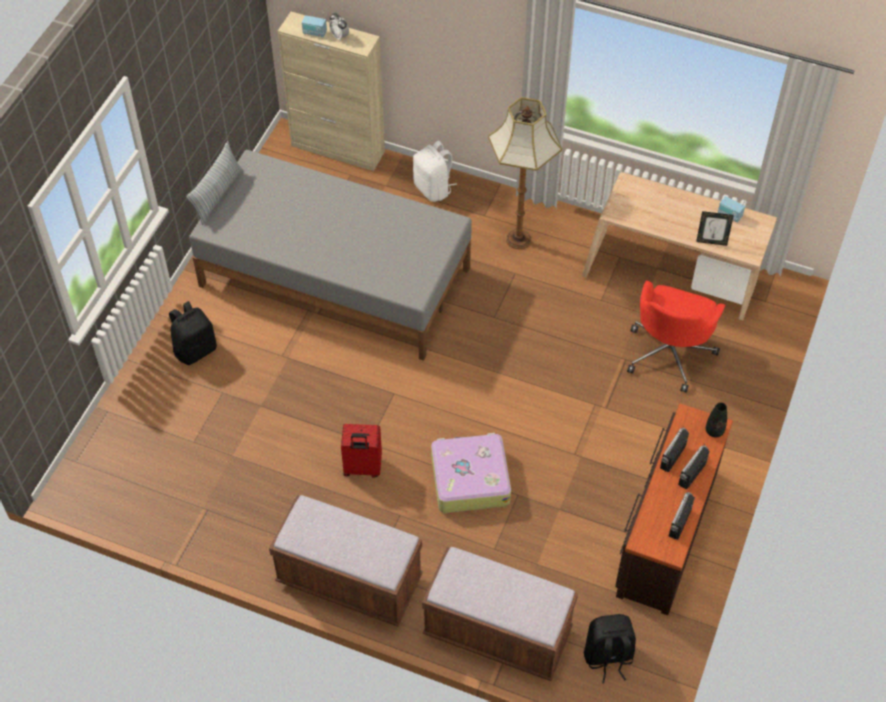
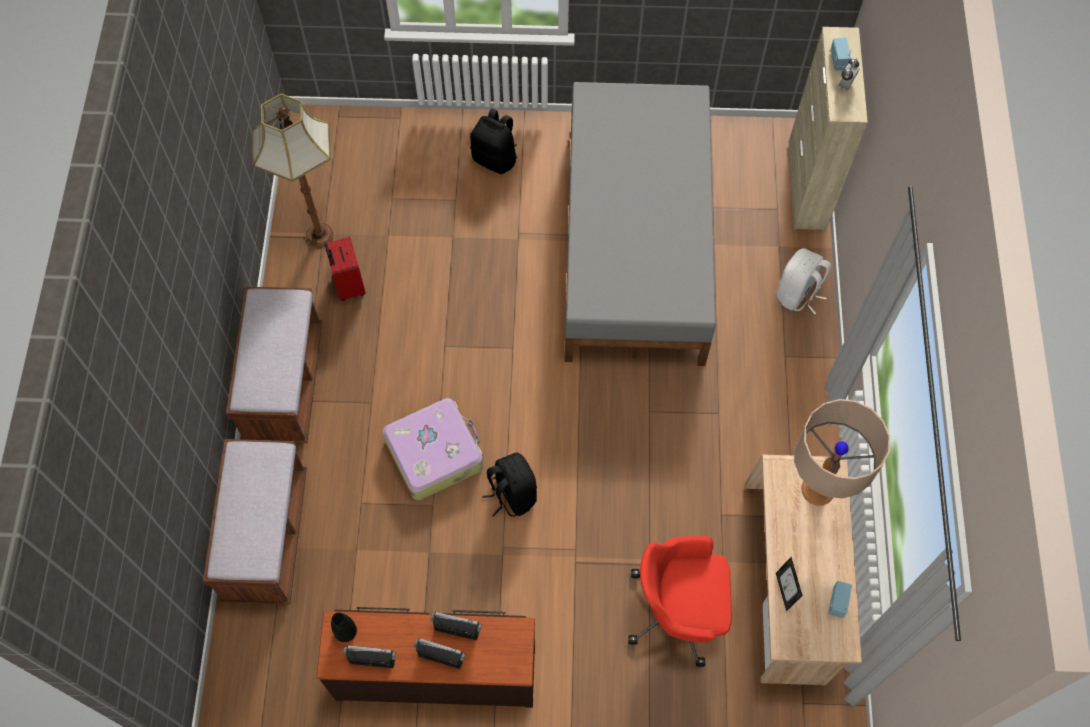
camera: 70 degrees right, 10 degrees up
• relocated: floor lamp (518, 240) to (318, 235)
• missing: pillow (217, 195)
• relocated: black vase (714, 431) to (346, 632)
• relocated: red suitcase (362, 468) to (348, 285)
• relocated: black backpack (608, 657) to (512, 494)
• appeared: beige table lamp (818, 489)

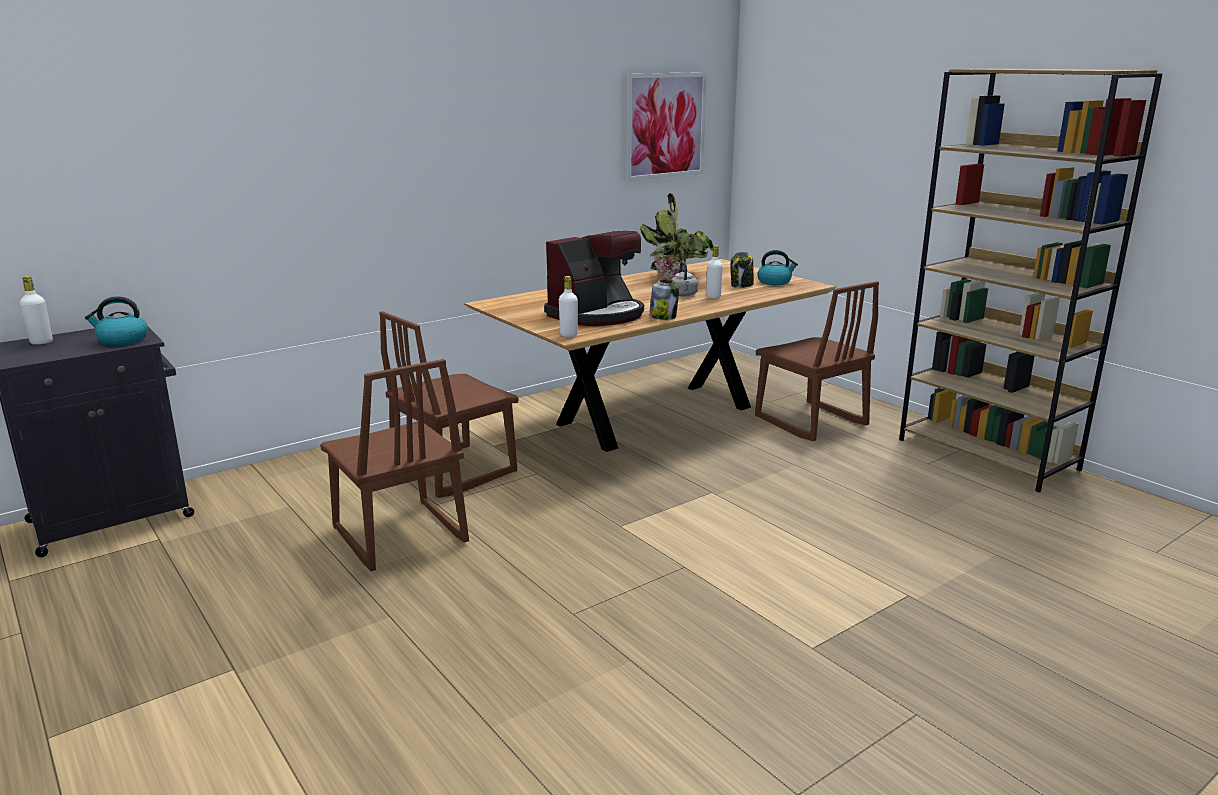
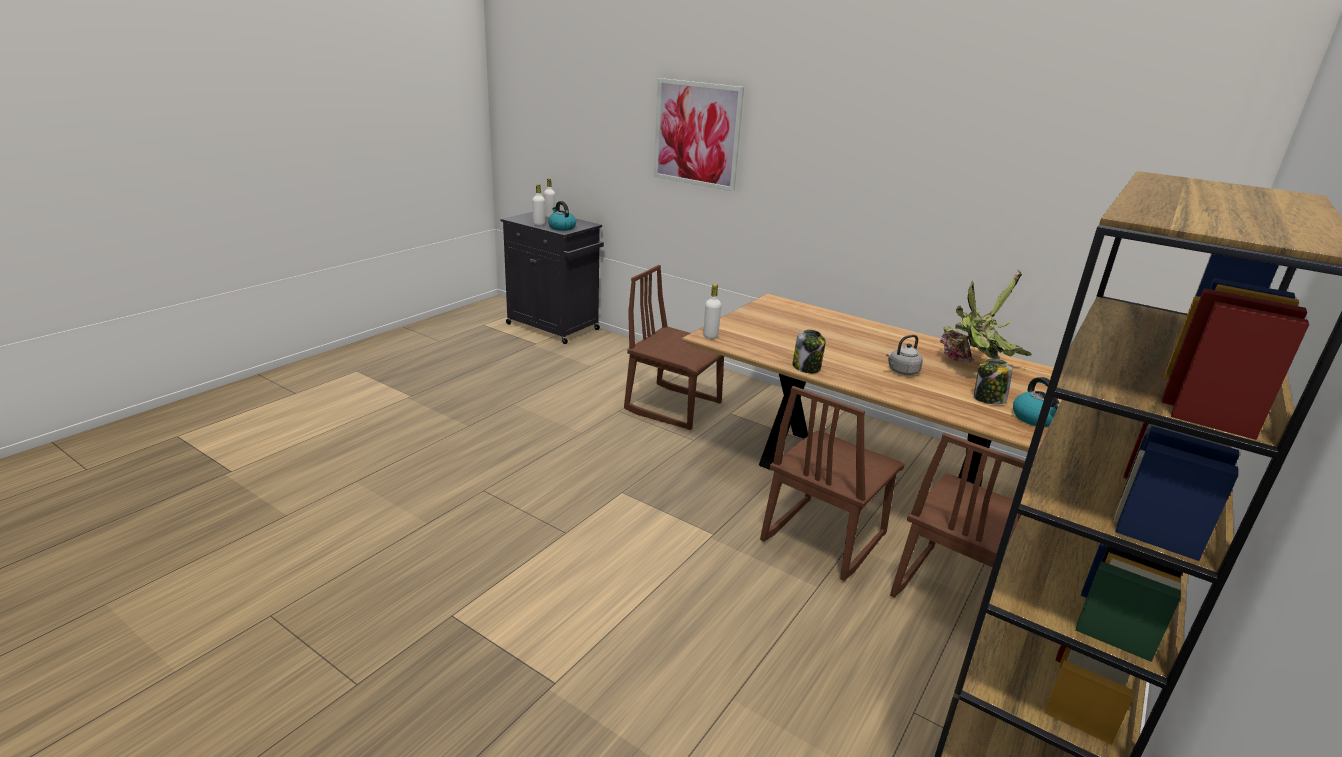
camera: 70 degrees right, 5 degrees up
• relocated: picture (665, 126) to (696, 134)
• missing: coffee machine (597, 315)
• relocated: white bottle (713, 297) to (539, 224)
• relocated: brown chair (398, 536) to (822, 537)

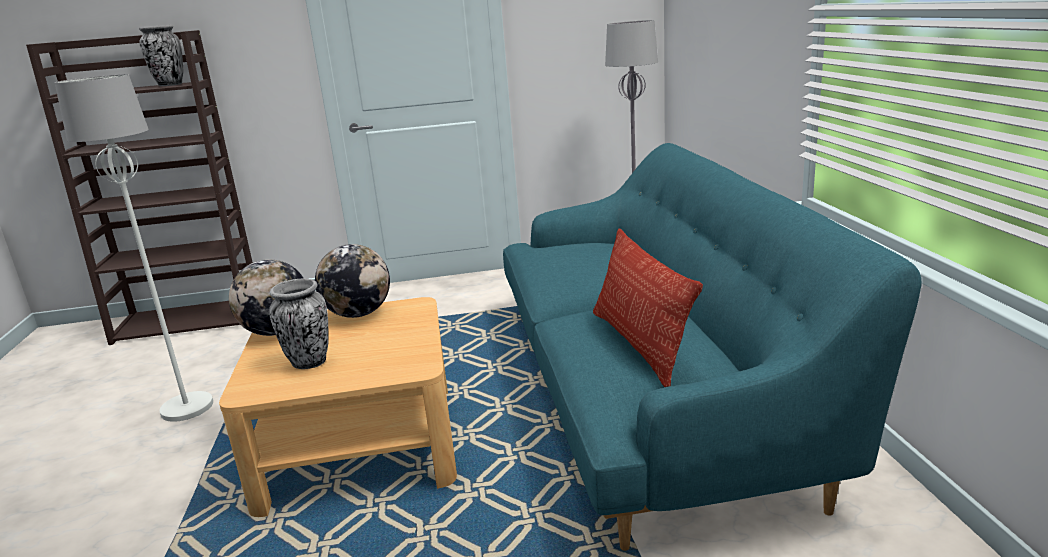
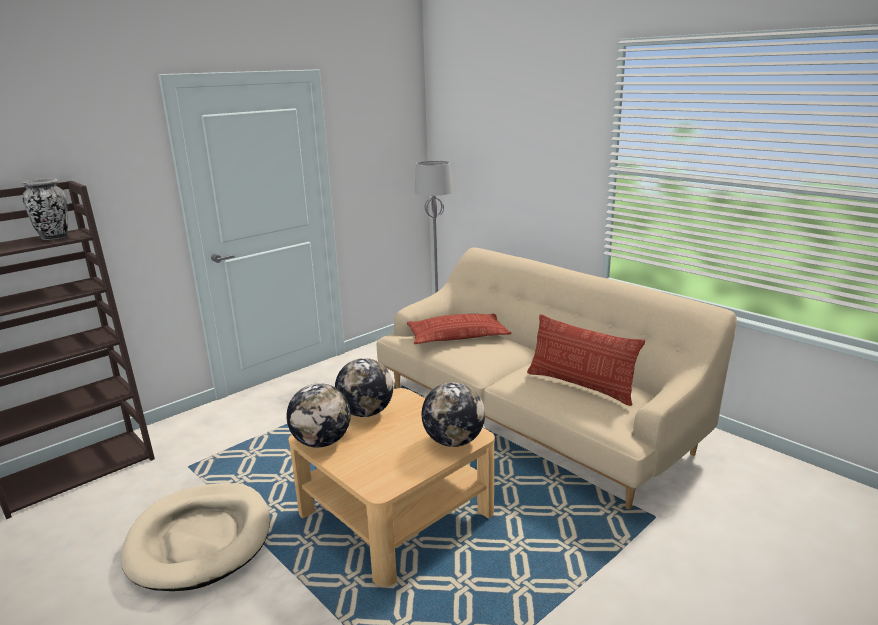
camera: 35 degrees left, 0 degrees up
• exchanged: white floor lamp (187, 407) to beige dog bed (200, 539)
• colour: turquoise sofa (647, 386) to beige sofa (533, 415)
• missing: vase (309, 362)
• appeared: pillow (457, 336)
• appeared: globe (453, 441)

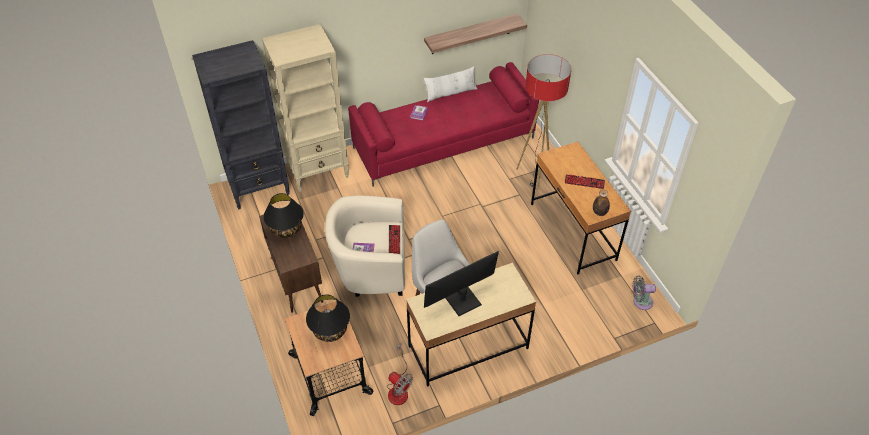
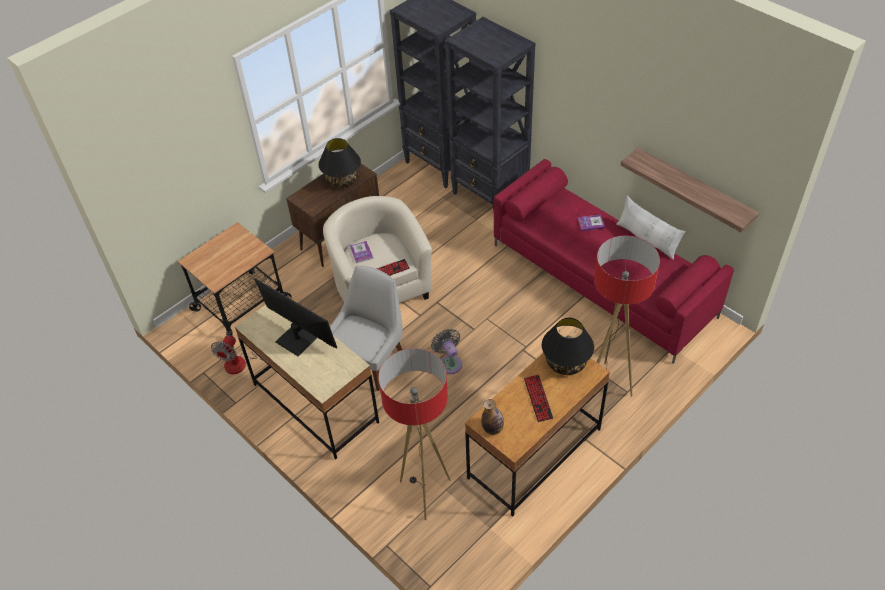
camera: 70 degrees right, 0 degrees up
• colour: beige bookcase (318, 171) to black bookcase (490, 196)
• relocated: grey fan (640, 302) to (449, 362)
• relocated: black table lamp (330, 330) to (566, 362)
• appeared: floor lamp (425, 493)

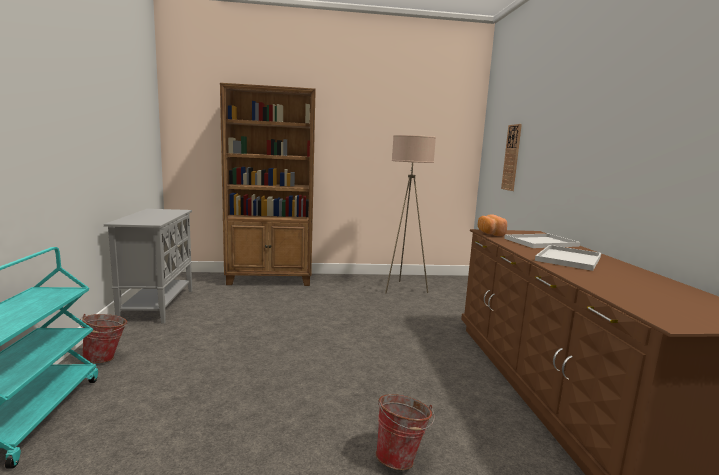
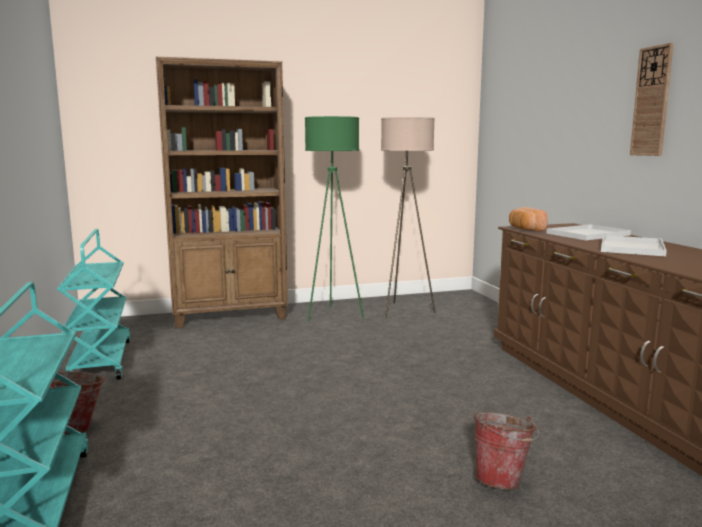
camera: 10 degrees left, 0 degrees up
• relocated: wall clock (511, 157) to (652, 101)
• exchanged: grey cabinet (158, 305) to turquoise cart (100, 361)
• appeared: green floor lamp (333, 315)

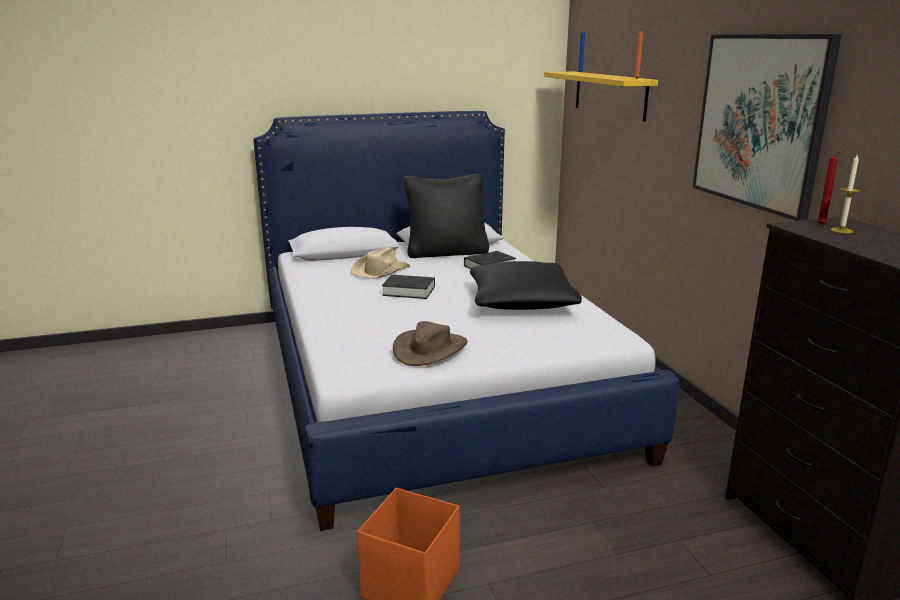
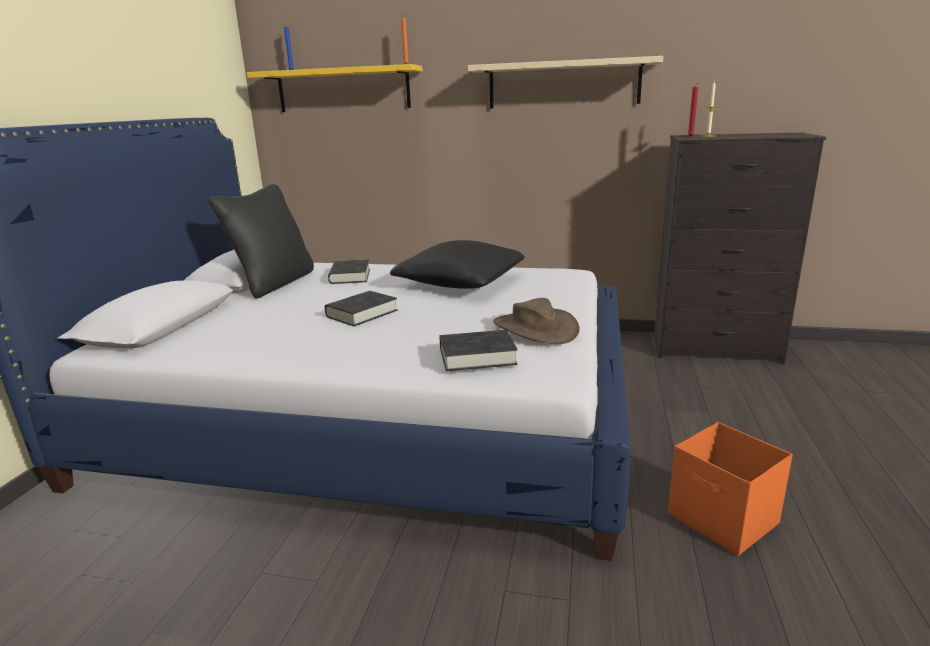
camera: 60 degrees left, 0 degrees up
• exchanged: picture (760, 121) to beige shelf (563, 84)
• missing: beige hat (380, 270)
• appeared: black book (477, 356)

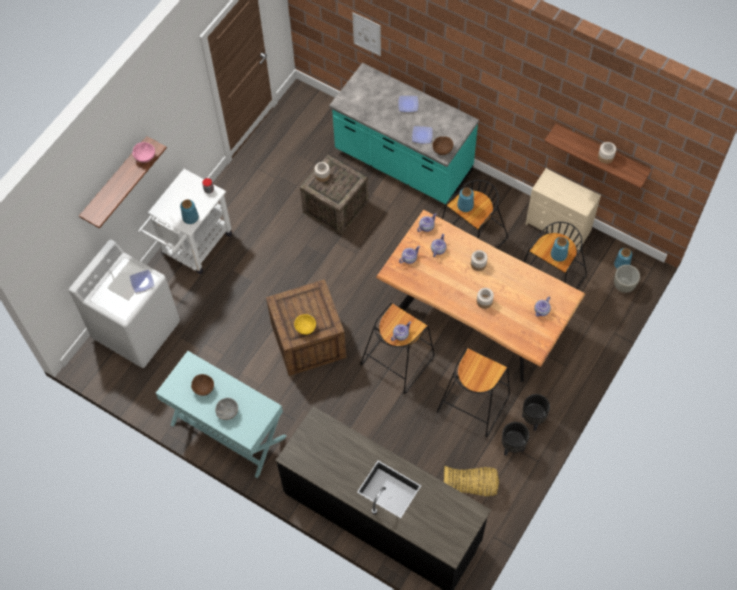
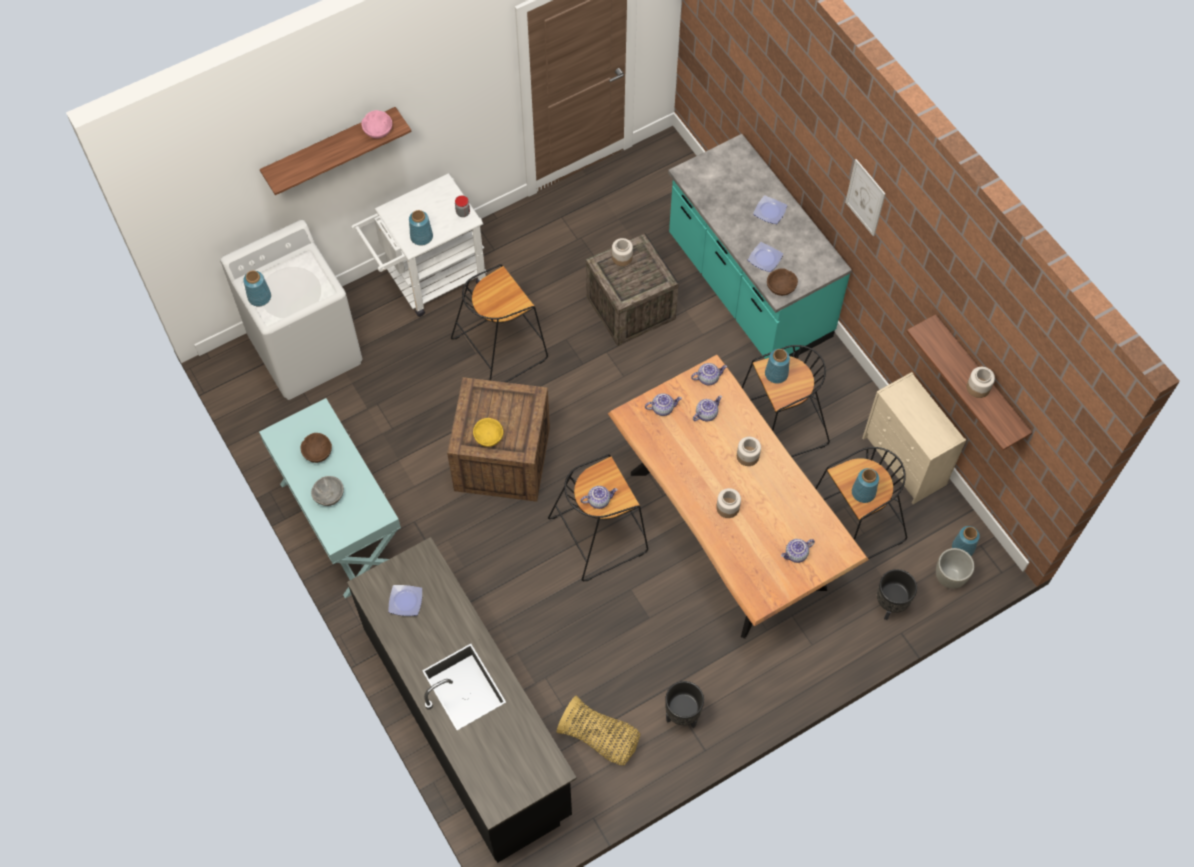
camera: 25 degrees right, 0 degrees up
• relocated: picture (367, 34) to (865, 197)
• relocated: plate (142, 282) to (406, 602)
• relocated: black stool (473, 403) to (500, 348)
• relocated: black planter (532, 420) to (889, 606)
• appeared: blue vase (260, 297)

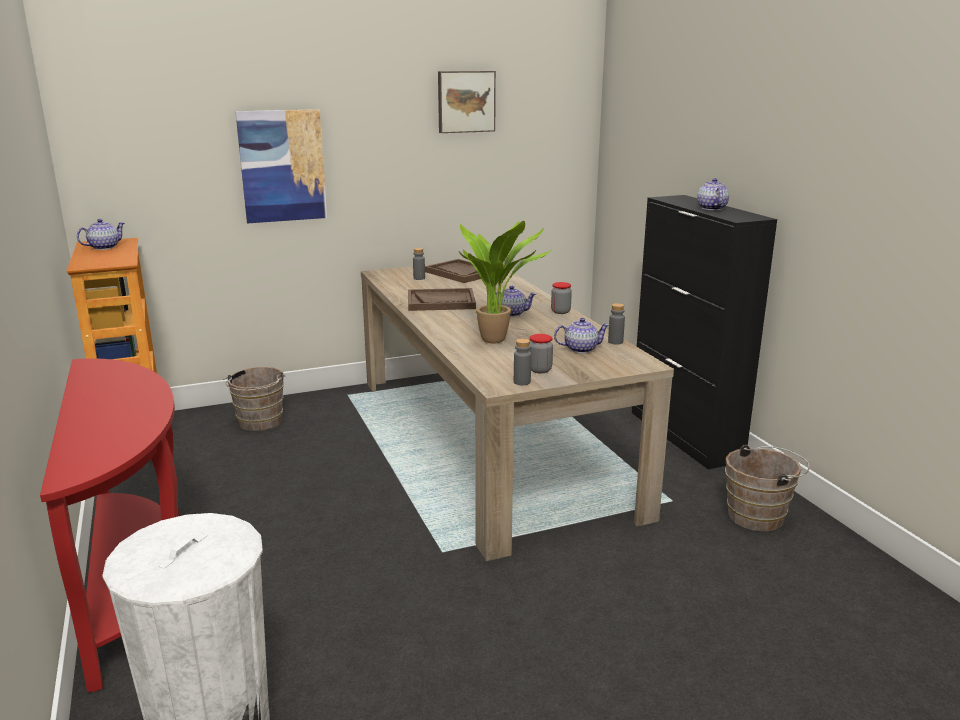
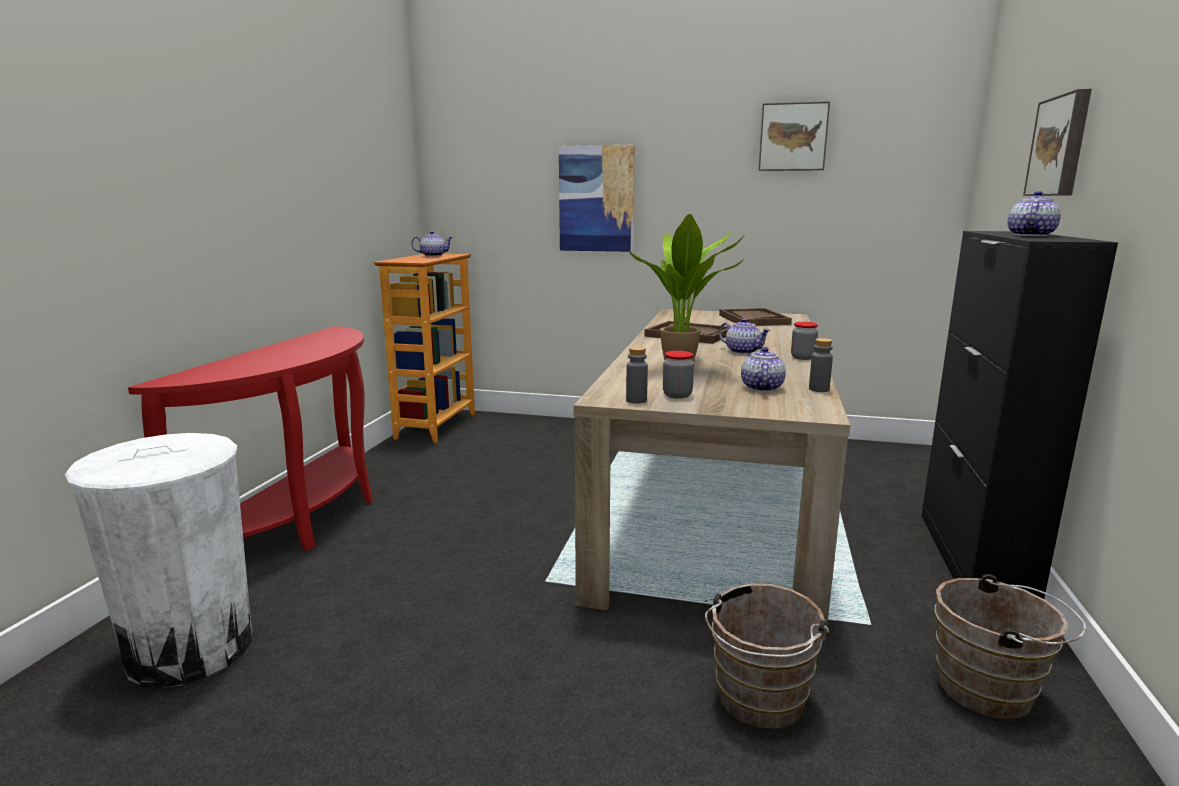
camera: 35 degrees right, 5 degrees down
• missing: grey bottle (419, 278)
• spun: teapot (580, 349) = (761, 388) 105 degrees counterclockwise
• relocated: brown bucket (259, 423) to (757, 702)
• appeared: picture (1061, 146)

